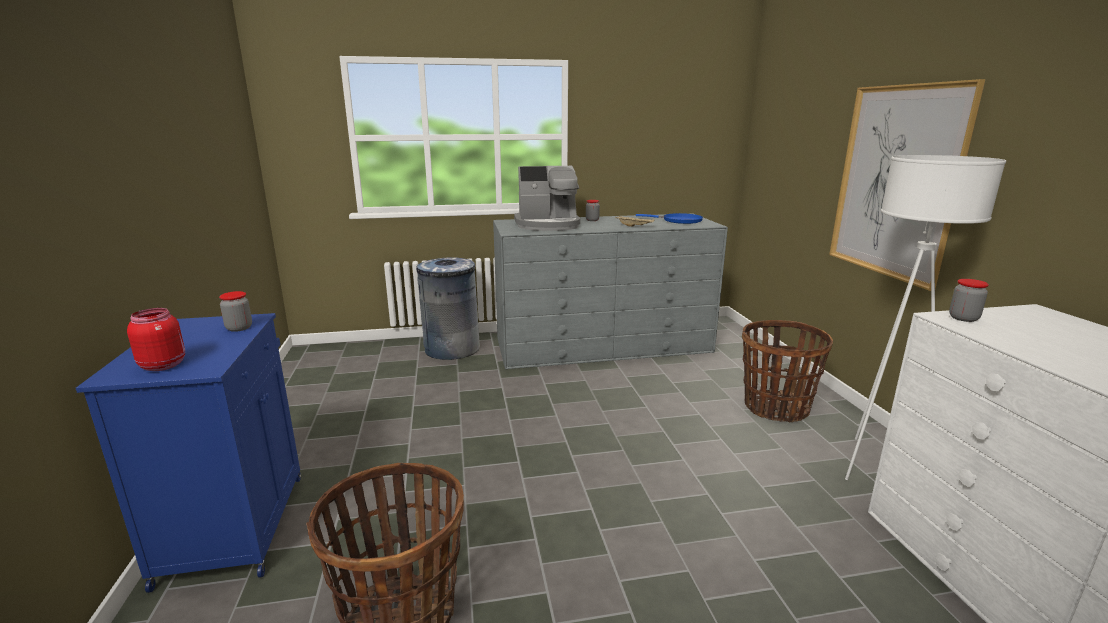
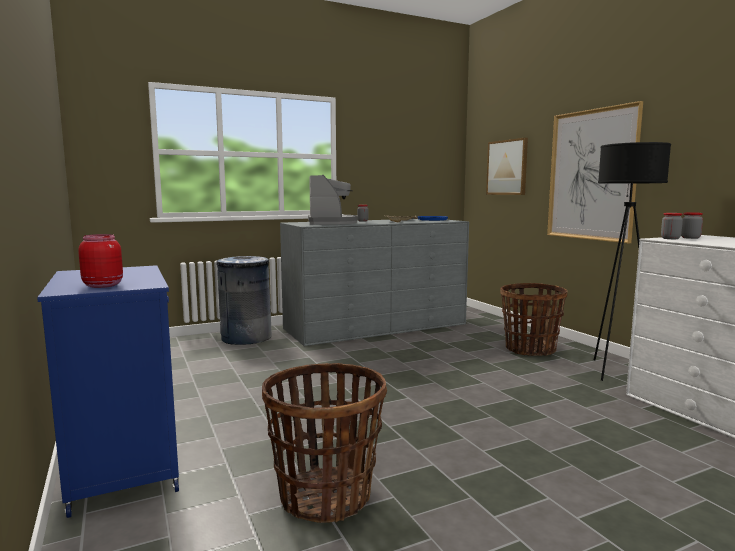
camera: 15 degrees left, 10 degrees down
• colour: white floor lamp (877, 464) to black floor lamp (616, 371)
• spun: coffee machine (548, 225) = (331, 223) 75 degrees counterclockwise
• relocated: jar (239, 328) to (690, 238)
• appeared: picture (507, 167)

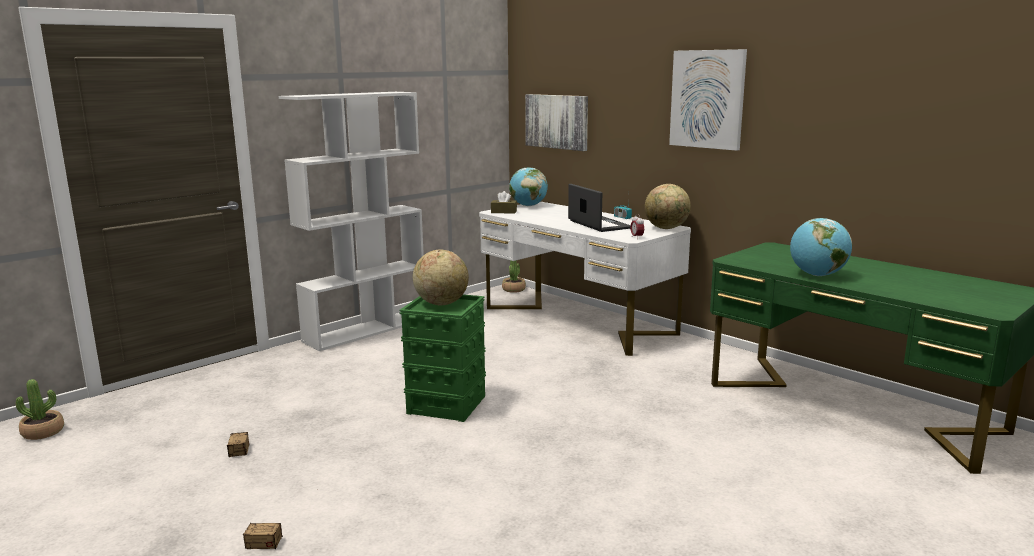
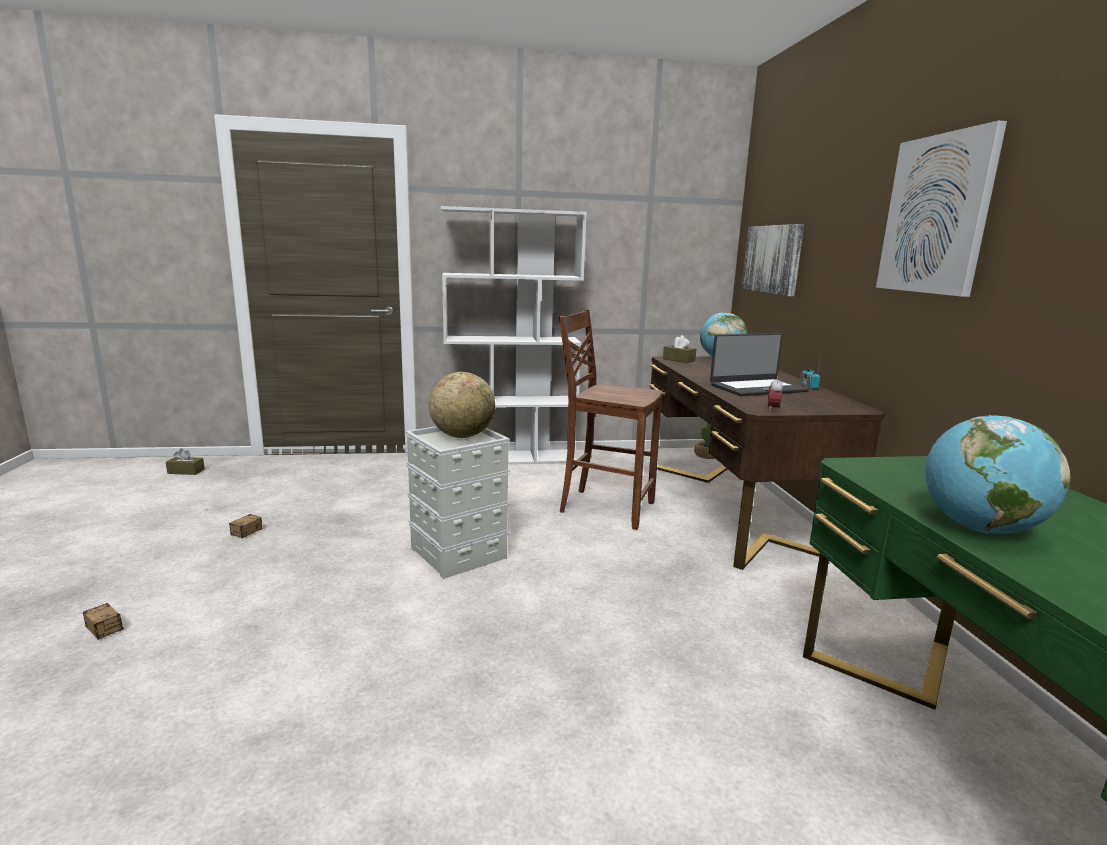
camera: 35 degrees right, 0 degrees up
• spun: laptop (598, 224) = (757, 388) 60 degrees clockwise
• missing: globe (666, 228)
• colour: white desk (577, 320) to brown desk (732, 506)
• colour: green storage box (447, 404) to grey storage box (460, 553)
• exchanged: potted plant (43, 432) to brown tissue box (186, 471)
• appeared: brown chair (605, 507)

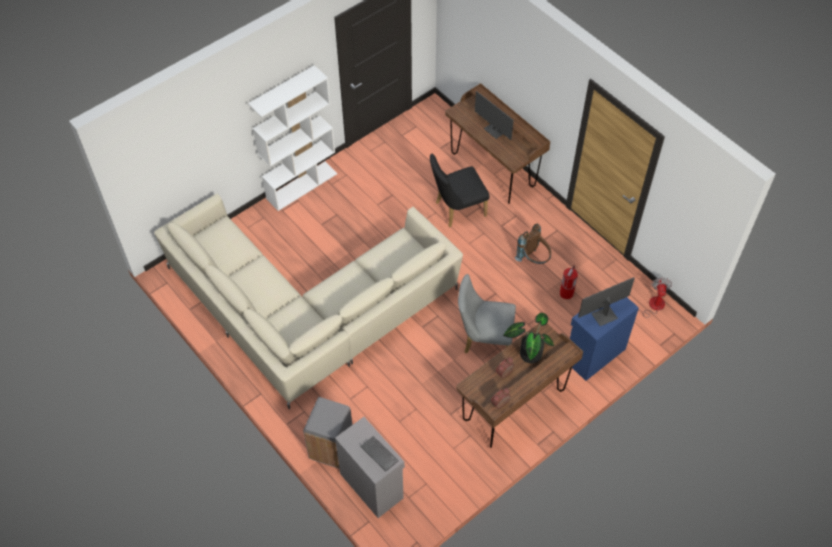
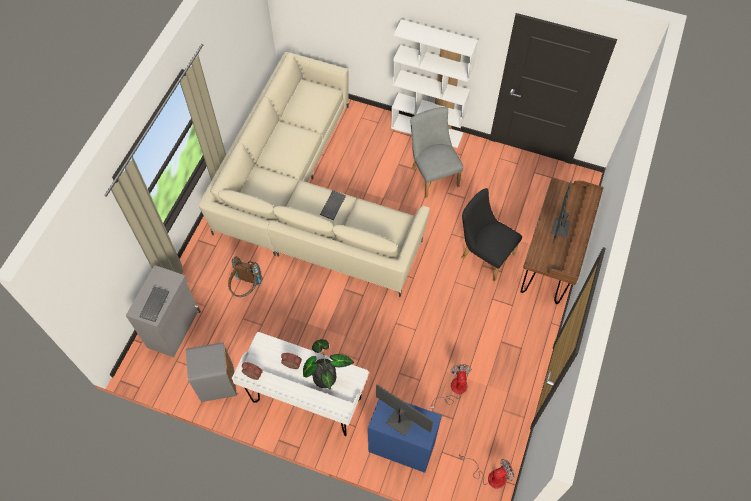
camera: 60 degrees right, 5 degrees up
• relocated: brown backpack (533, 259) to (246, 288)
• exchanged: fire extinguisher (566, 293) to fan (454, 390)
• relocated: grey chair (483, 339) to (433, 174)
• colour: brown desk (514, 406) to white desk (307, 401)
• relocated: grey trash can (332, 448) to (218, 384)
• appeared: keyboard (332, 205)

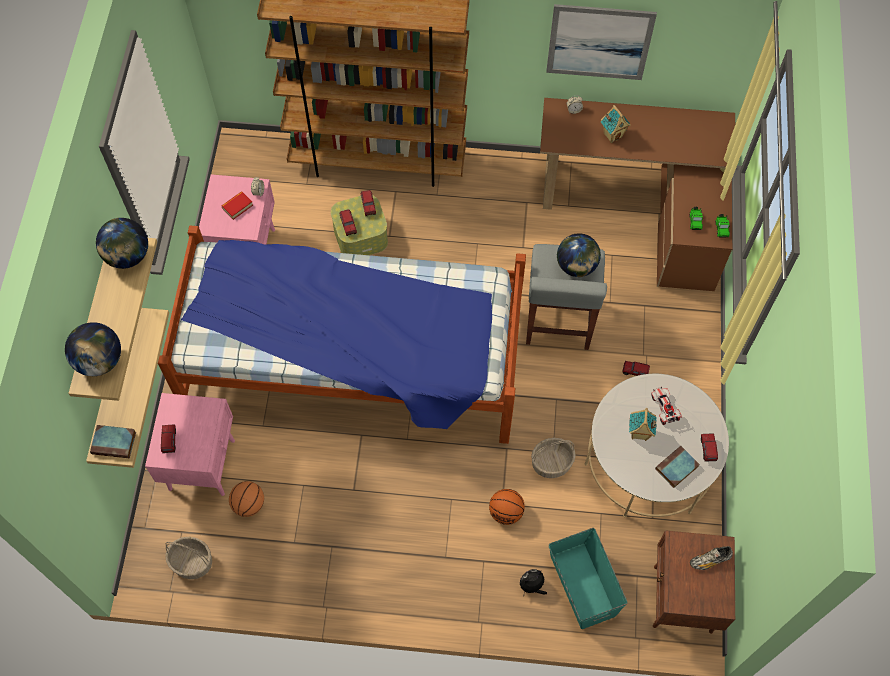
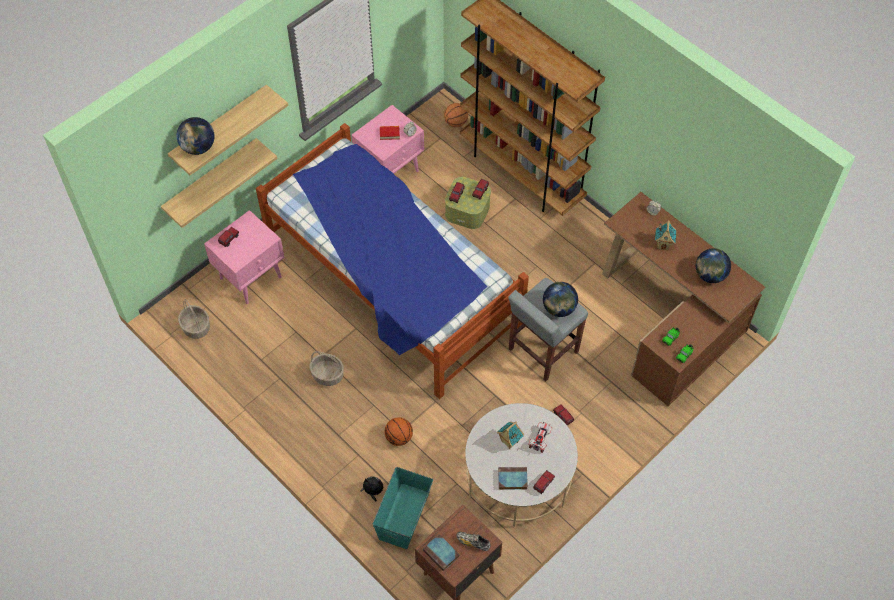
camera: 40 degrees right, 5 degrees down
• missing: picture (599, 42)
• relocated: globe (128, 256) to (710, 275)
• relocated: book (115, 443) to (442, 554)
• relocated: basket (552, 462) to (328, 375)
• relocated: basketball (249, 504) to (456, 122)

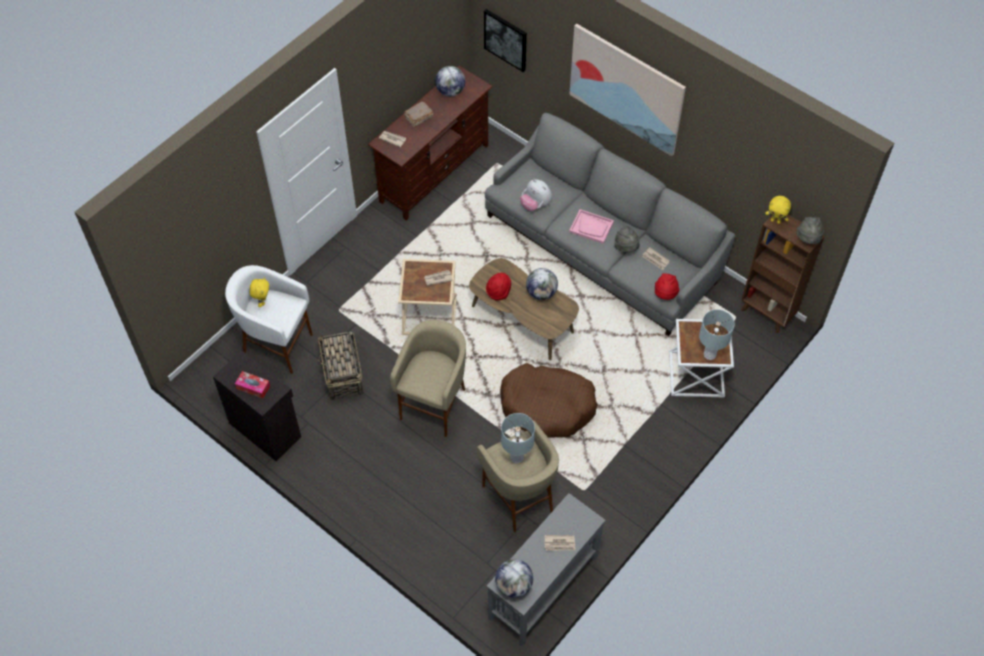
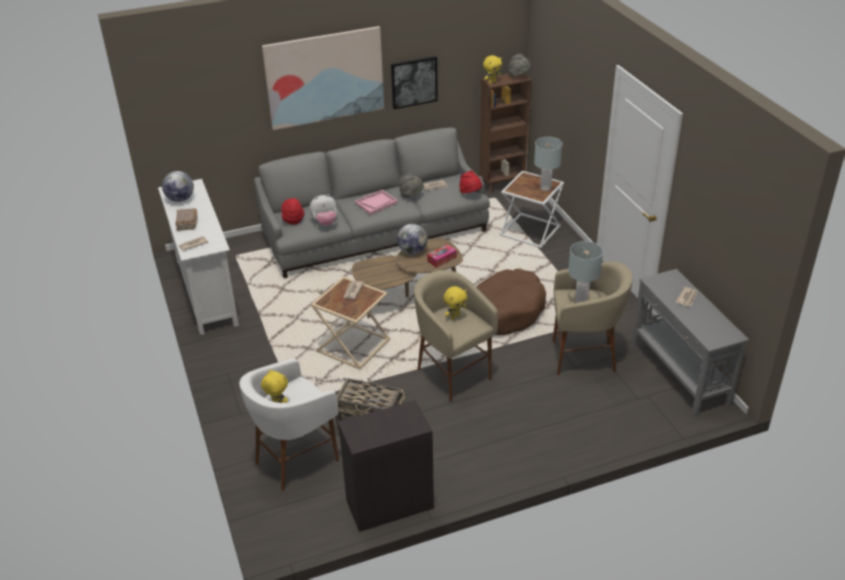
camera: 60 degrees left, 20 degrees down
• relocated: picture (506, 39) to (414, 82)
• colour: brown tv stand (434, 173) to white tv stand (206, 292)
• relocated: red hat (498, 292) to (293, 219)
• relocated: tissue box (253, 387) to (442, 259)
• missing: globe (514, 585)
• appeared: yellow plush toy (455, 316)

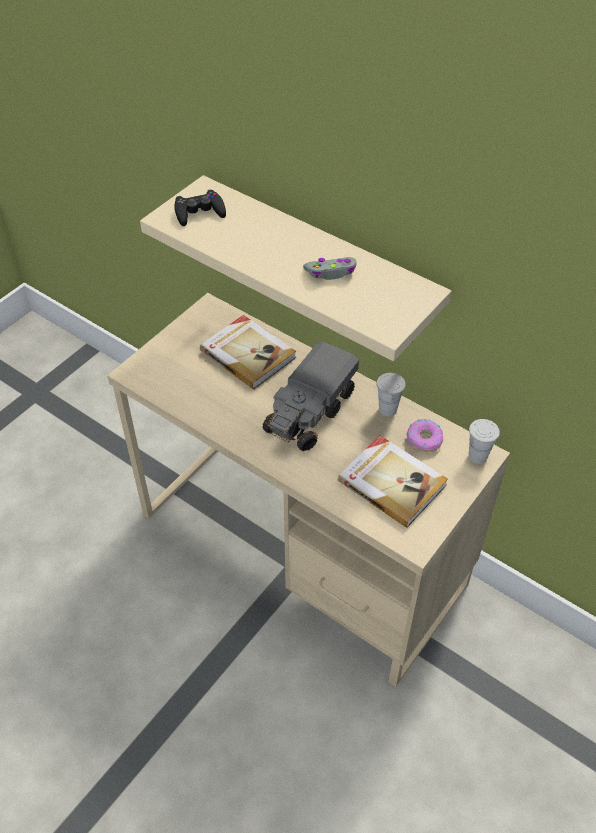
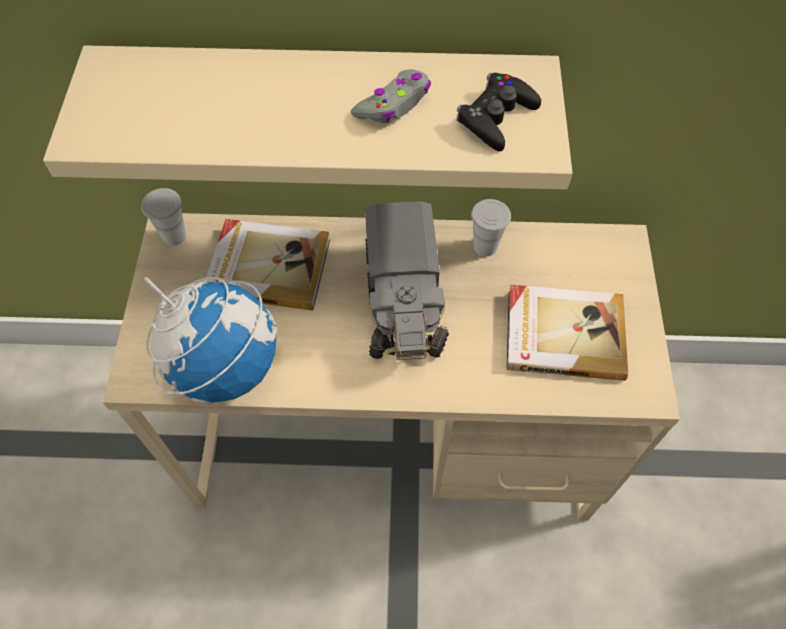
camera: 35 degrees left, 10 degrees up
• relocated: black game controller (199, 212) to (496, 117)
• missing: donut (424, 439)
• relocated: white cup (477, 456) to (174, 236)
• appeared: globe (225, 366)

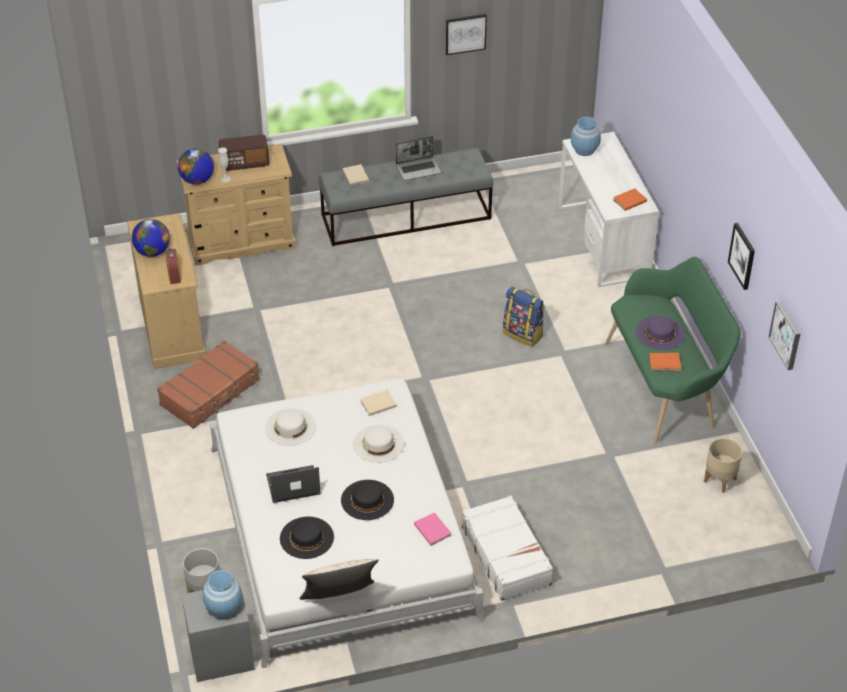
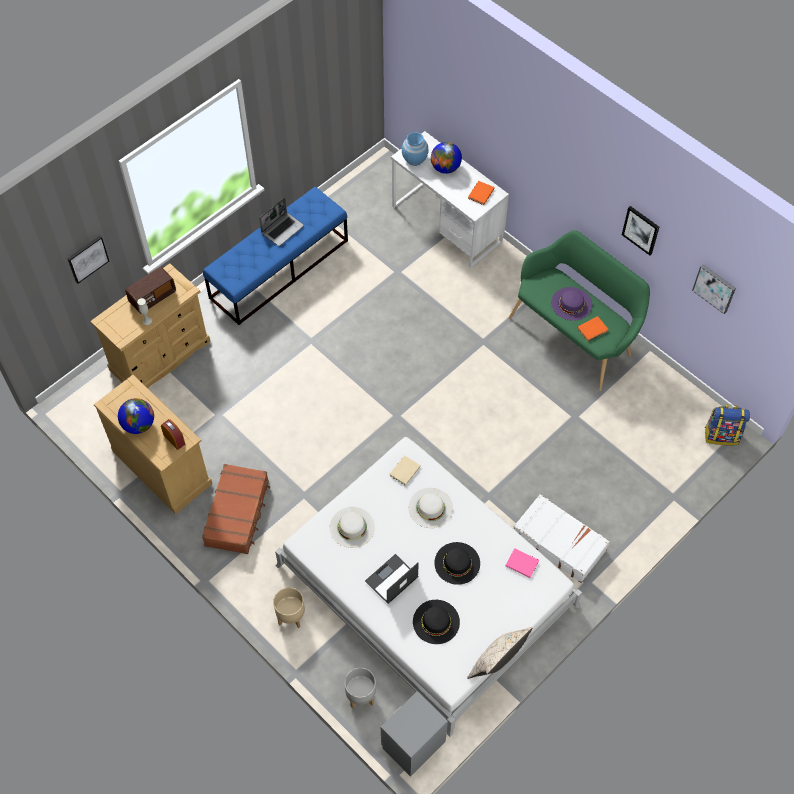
camera: 30 degrees left, 15 degrees up
• relocated: picture (465, 33) to (87, 258)
• relocated: globe (197, 180) to (445, 168)
• colour: grey bench (406, 216) to blue bench (279, 269)
• missing: beige book (356, 175)
• relocated: backpack (523, 334) to (721, 435)
• relocated: beige planter (720, 480) to (291, 616)
• missing: blue vase (224, 607)

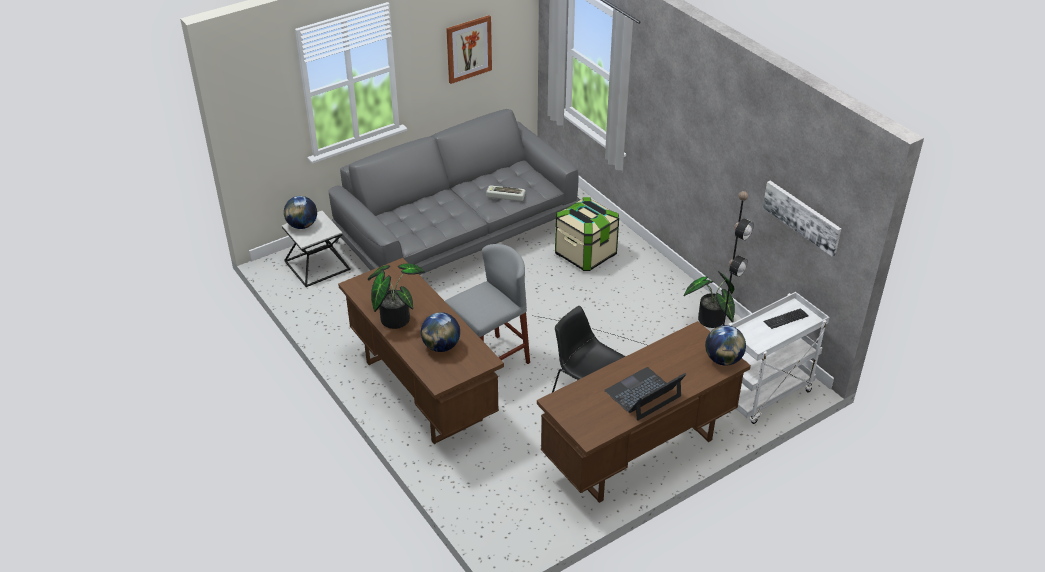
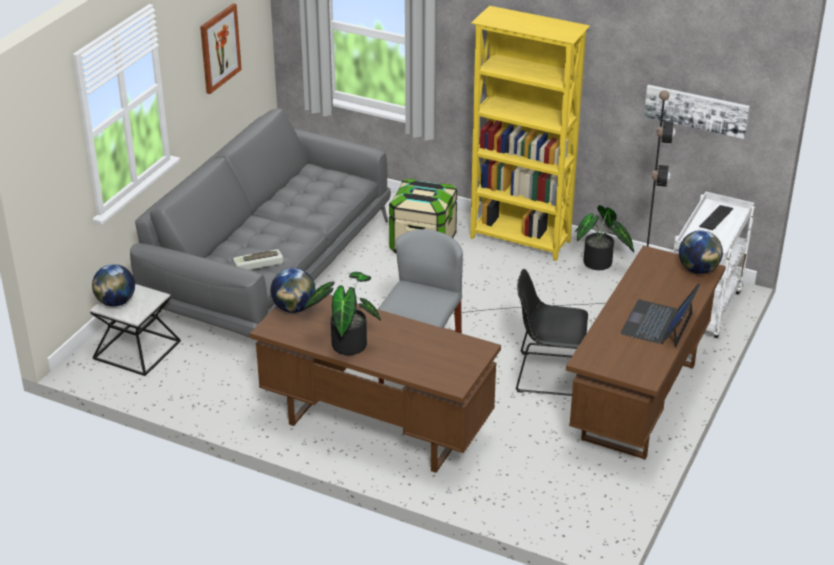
camera: 30 degrees left, 5 degrees down
• relocated: keyboard (505, 196) to (258, 264)
• relocated: globe (441, 346) to (294, 308)
• appeared: yellow bookcase (520, 240)

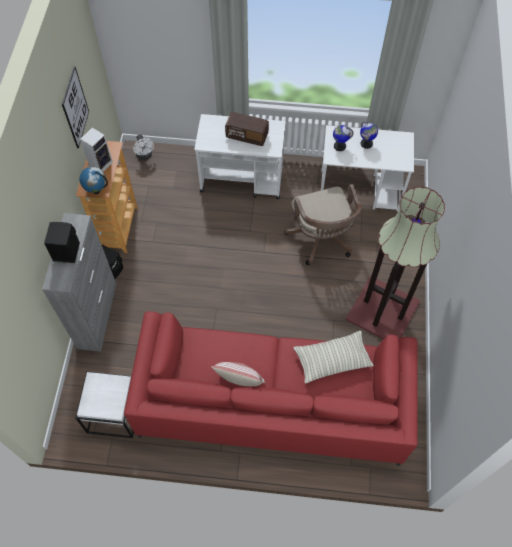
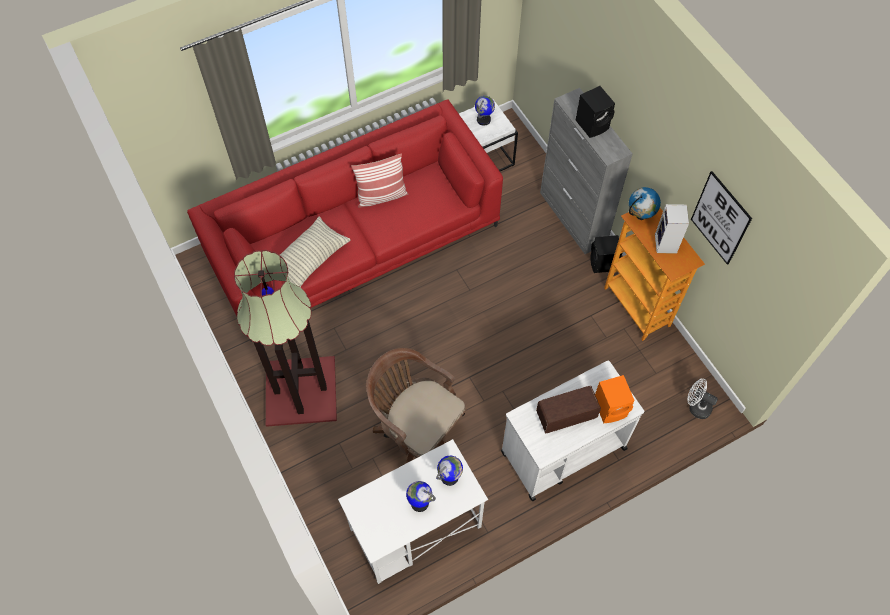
camera: 145 degrees right, 0 degrees up
• appeared: globe (484, 120)
• appeared: orange speaker (611, 407)

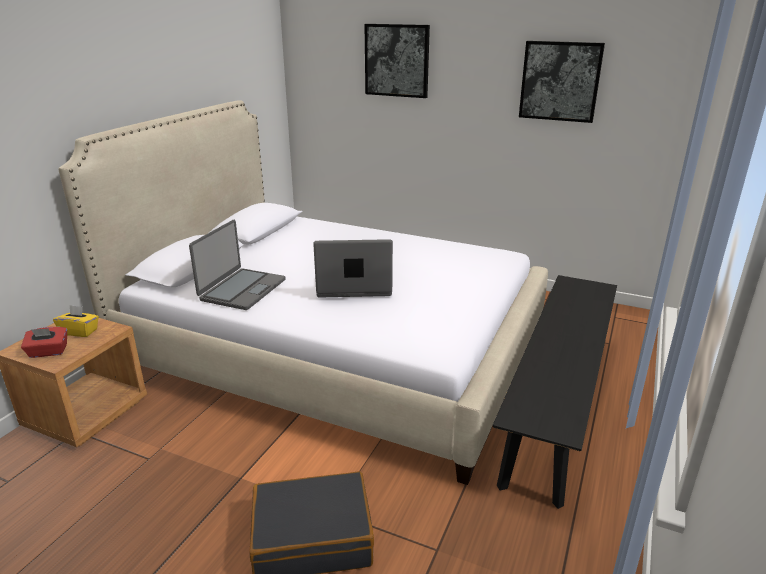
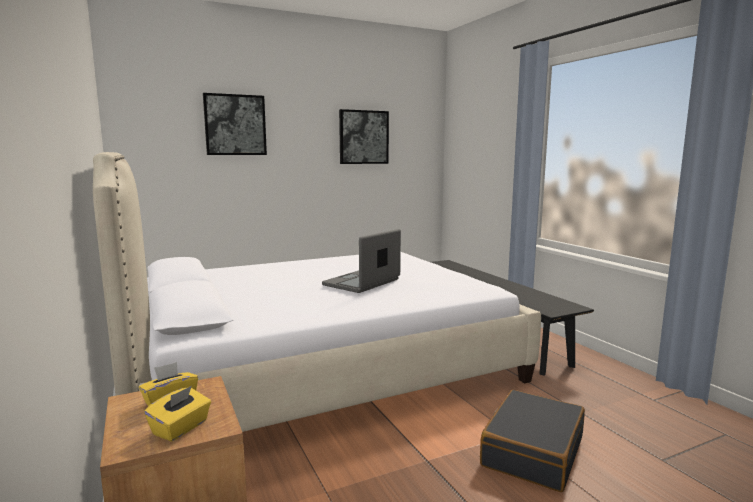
camera: 50 degrees left, 15 degrees down
• missing: laptop (242, 290)
• colour: red tissue box (48, 352) to yellow tissue box (181, 428)

